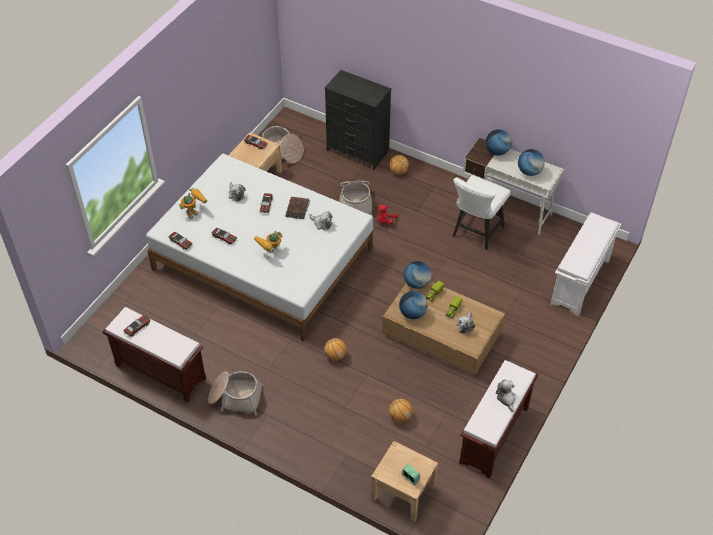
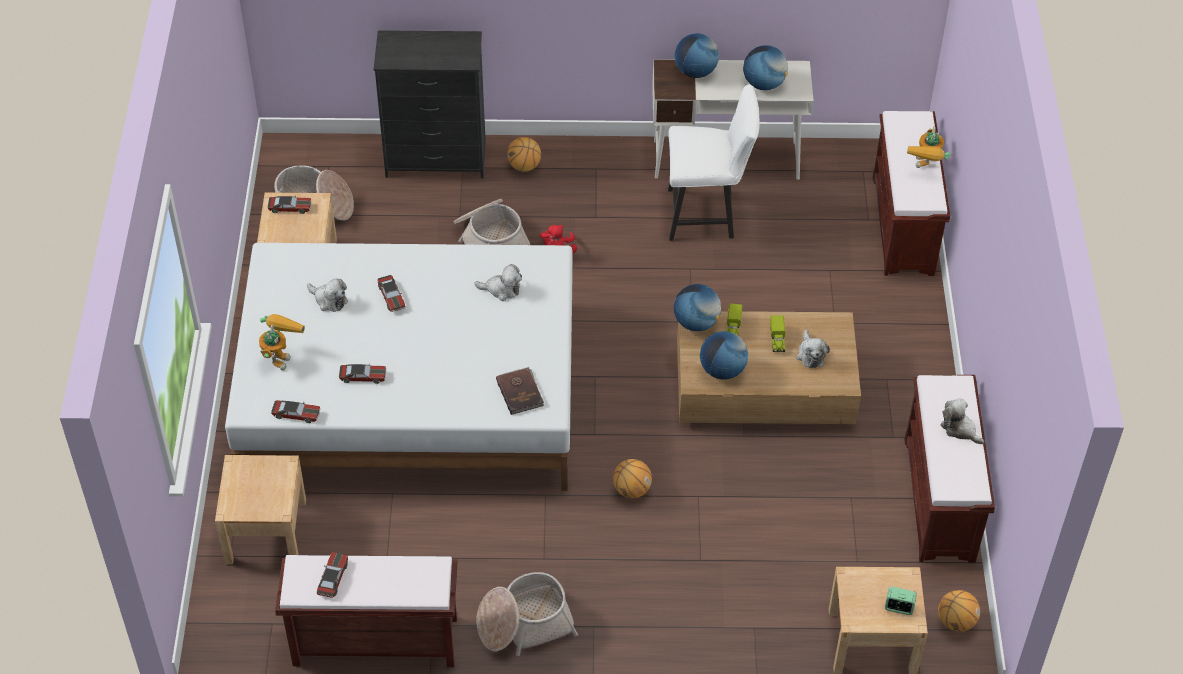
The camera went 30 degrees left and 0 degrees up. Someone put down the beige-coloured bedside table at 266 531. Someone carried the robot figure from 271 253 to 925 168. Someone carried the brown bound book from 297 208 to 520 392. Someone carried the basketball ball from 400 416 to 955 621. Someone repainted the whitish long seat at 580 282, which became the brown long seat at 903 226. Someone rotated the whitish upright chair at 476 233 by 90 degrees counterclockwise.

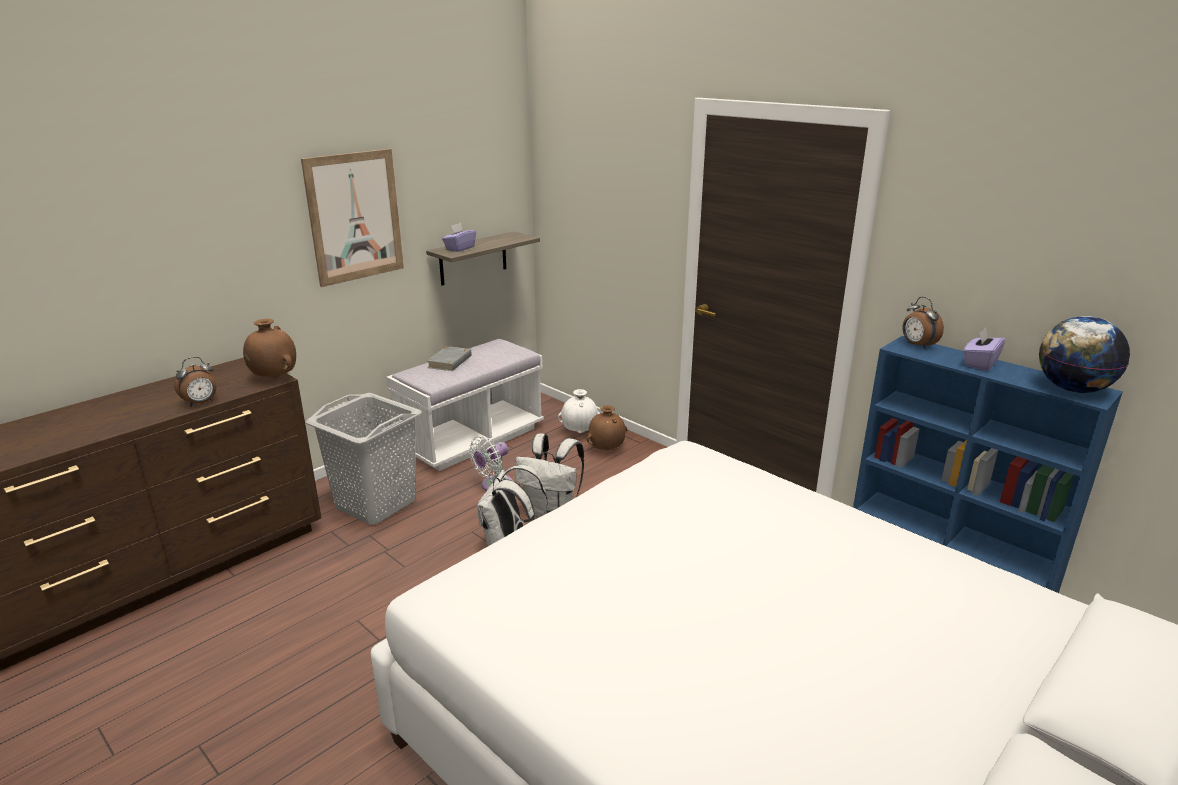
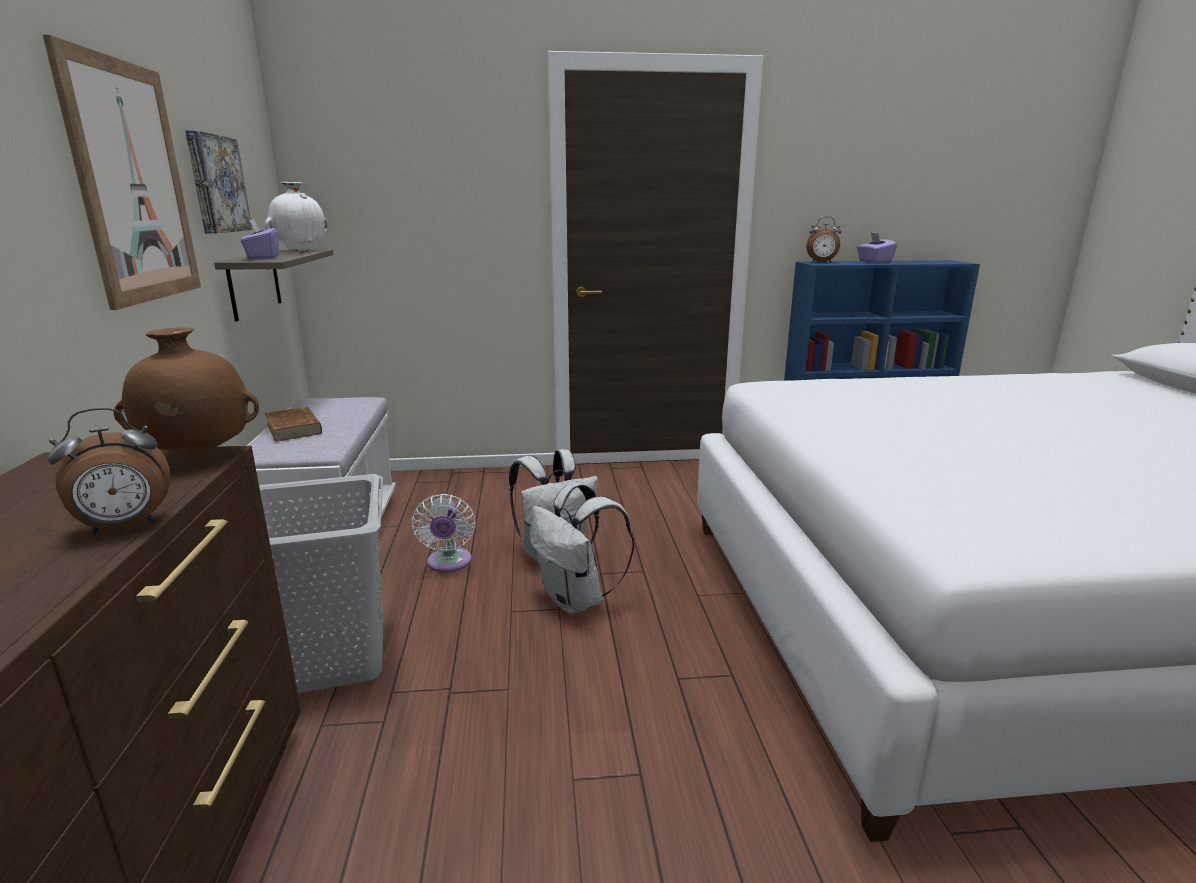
The camera went 50 degrees left and 5 degrees down. Someone took away the brown flower vase at 607 449. Someone took away the globe at 1072 389. Someone put up the wall art at 215 184. Someone carried the whitish flower vase from 580 432 to 301 250. Someone repainted the greyish bound book at 450 362, which became the brown bound book at 294 428. Someone rotated the alarm clock at 201 403 by 60 degrees clockwise.

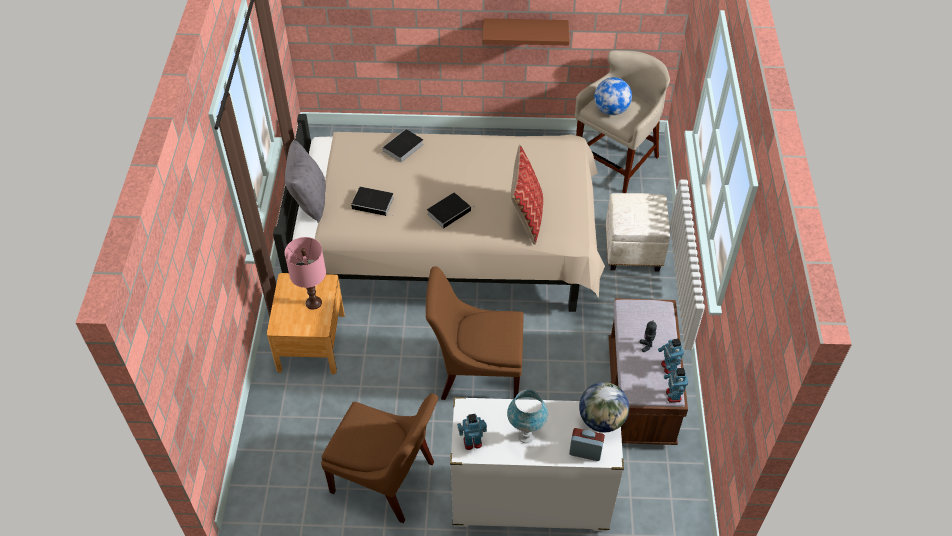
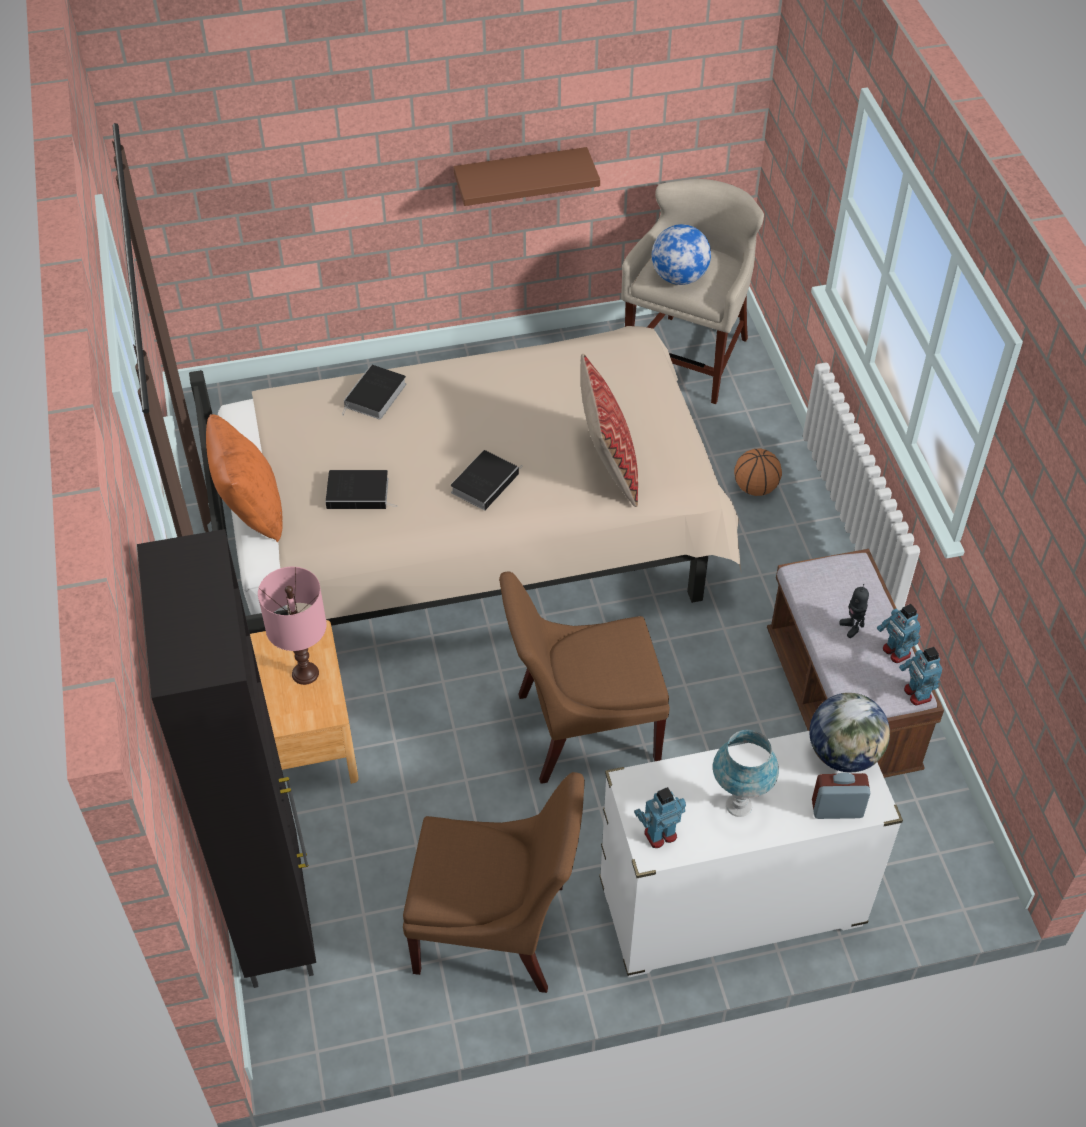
The camera went 15 degrees left and 0 degrees up. Someone put down the black-coloured storage cabinet at 276 915. Someone swapped the whitish footrest at 632 250 for the basketball ball at 755 488. Someone repainted the greyish pillow at 309 200, which became the orange-coloured pillow at 250 509.

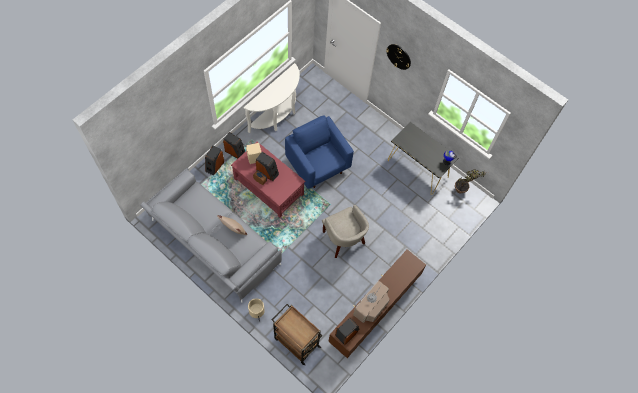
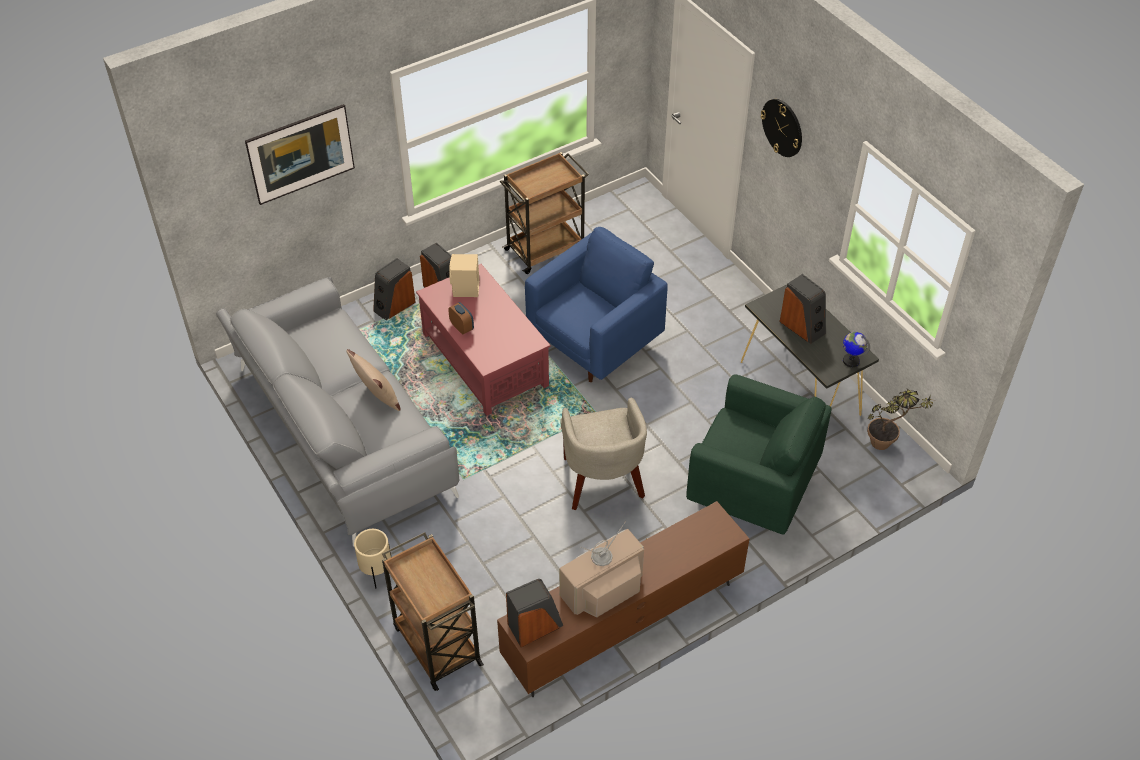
The camera went 20 degrees right and 15 degrees down. Someone put up the wall art at 303 169. Someone put down the greenish lounge chair at 752 489. Someone carried the audio speaker from 267 172 to 802 326. Someone swapped the whitish console table at 277 116 for the brown cart at 545 248. Someone rotated the blue-coloured lounge chair at 317 165 by 60 degrees clockwise.

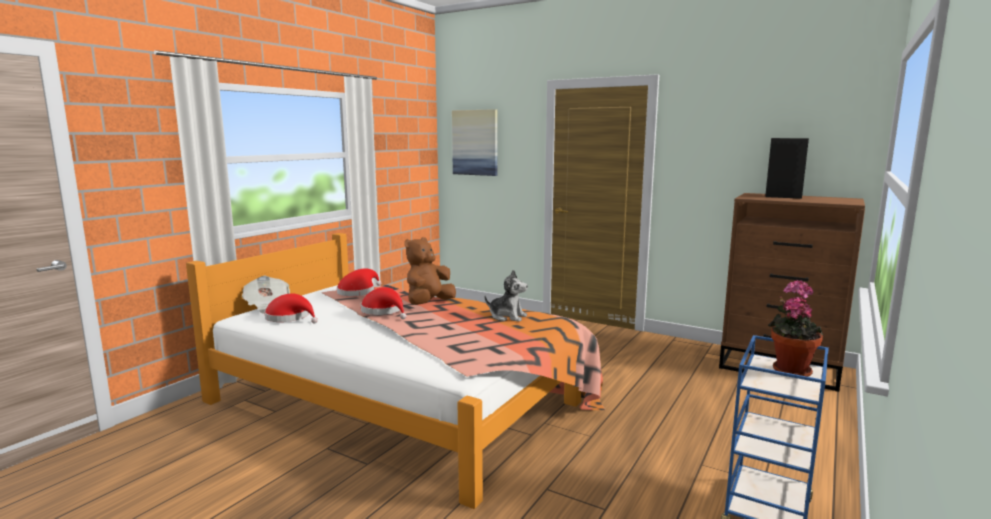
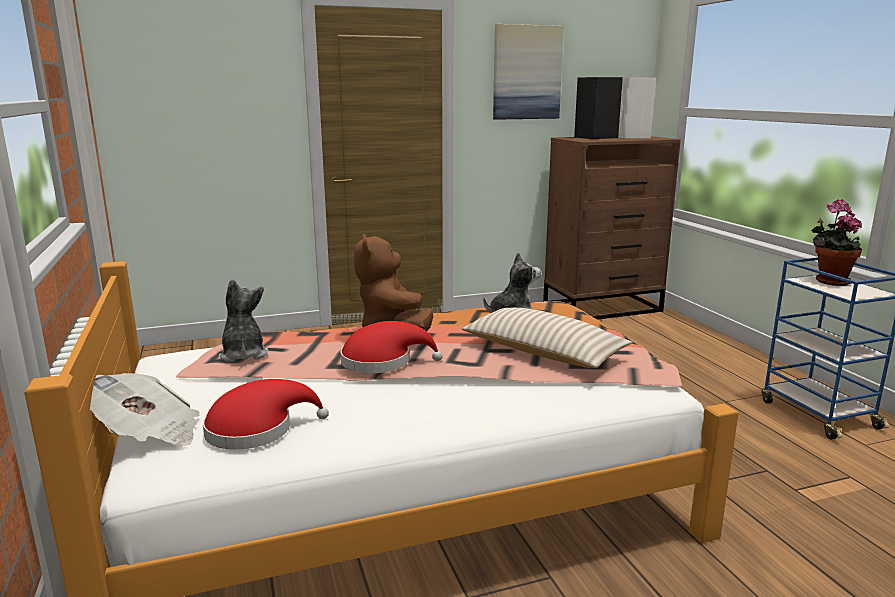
The camera went 50 degrees left and 5 degrees up. Someone put down the beige-coloured pillow at 543 352. Someone put down the whitish audio speaker at 631 137. Someone carried the wall art from 475 142 to 526 73. Someone swapped the reddish wearable hat at 358 292 for the cuddly toy at 243 354.

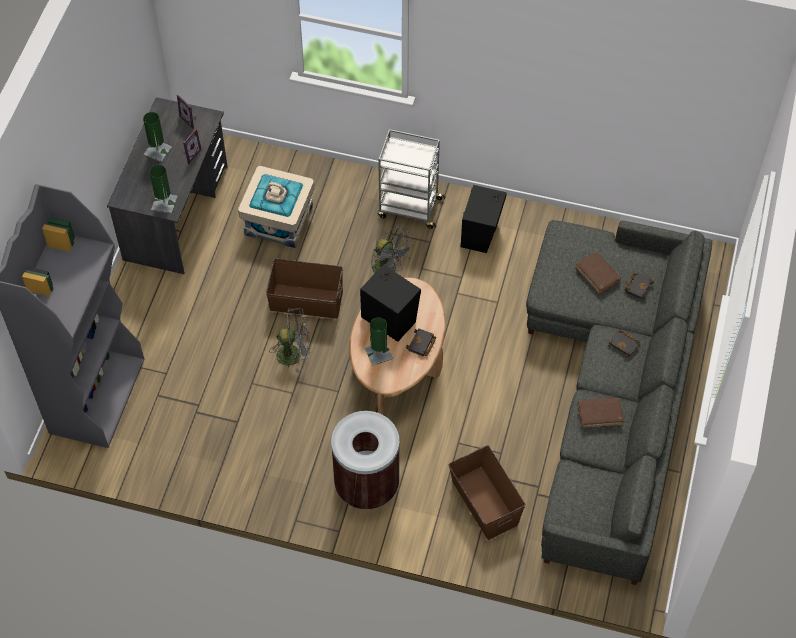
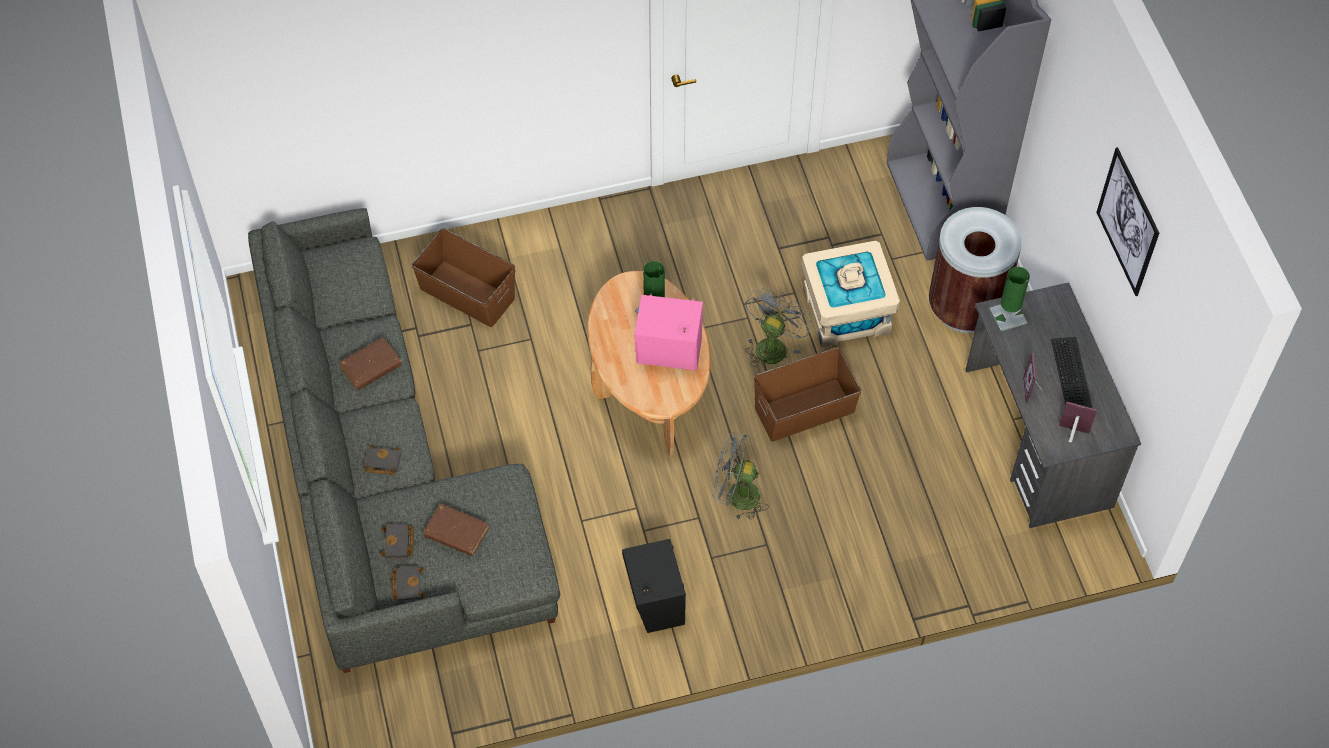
The camera went 150 degrees right and 0 degrees up. Someone took away the greyish cart at 409 208. Someone put up the wall art at 1127 222. Someone carried the beige-coloured storage container from 279 220 to 846 312. Someone carried the brown rubbish bin from 367 485 to 965 307. Someone carried the black-coloured bound book from 421 345 to 406 584. Someone swapped the greenish tabletop lamp at 158 151 for the PC keyboard at 1073 374. Someone repainted the black-coloured audio speaker at 389 317, which became the pinkish audio speaker at 670 354. Someone rotated the greyish fan at 294 354 by 150 degrees clockwise.

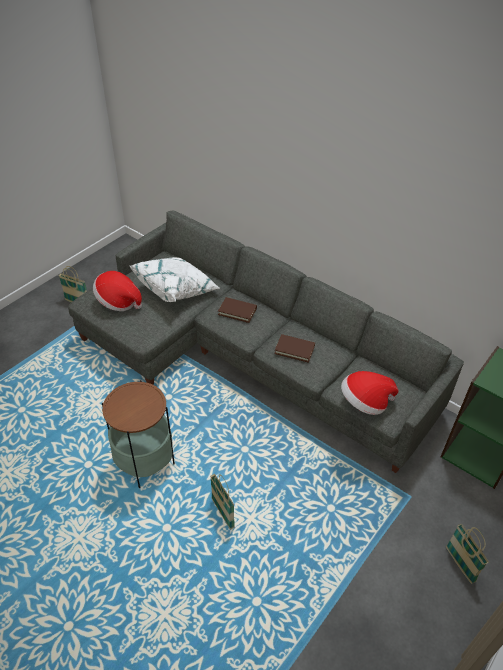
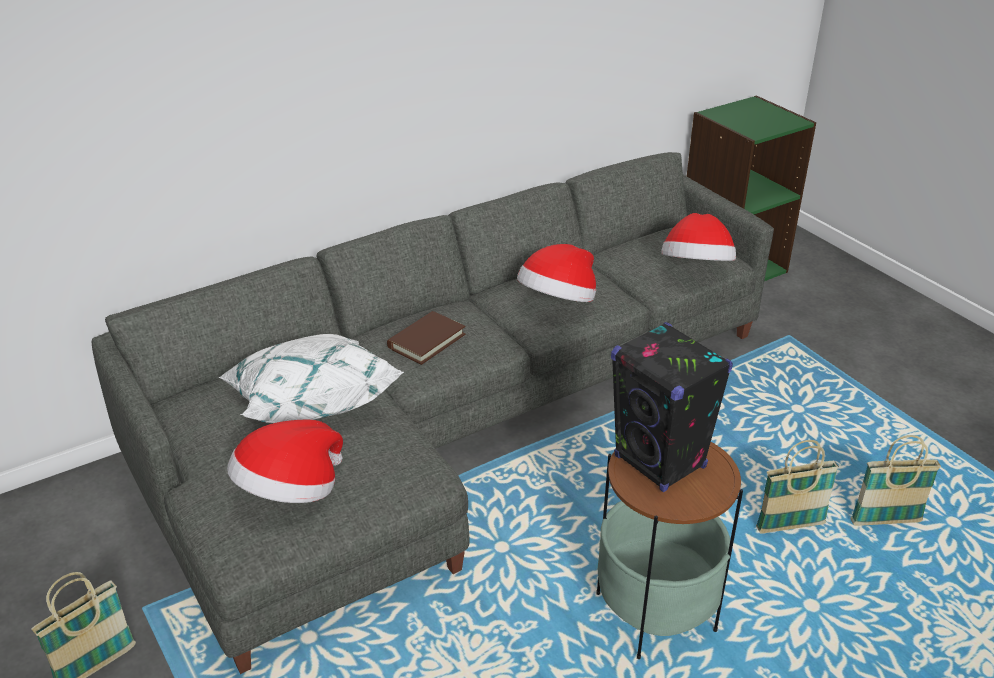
The camera went 70 degrees left and 10 degrees down. Someone put down the black-coloured audio speaker at 660 462. Someone carried the storage basket from 459 564 to 885 522. Someone swapped the brown bound book at 294 349 for the wearable hat at 558 302.

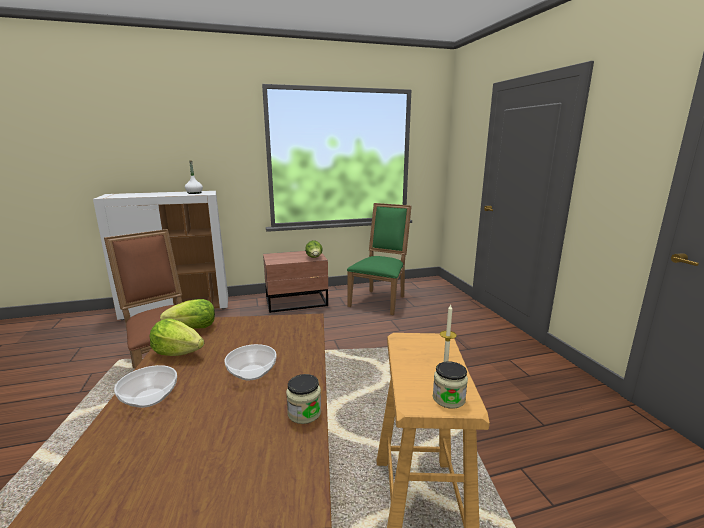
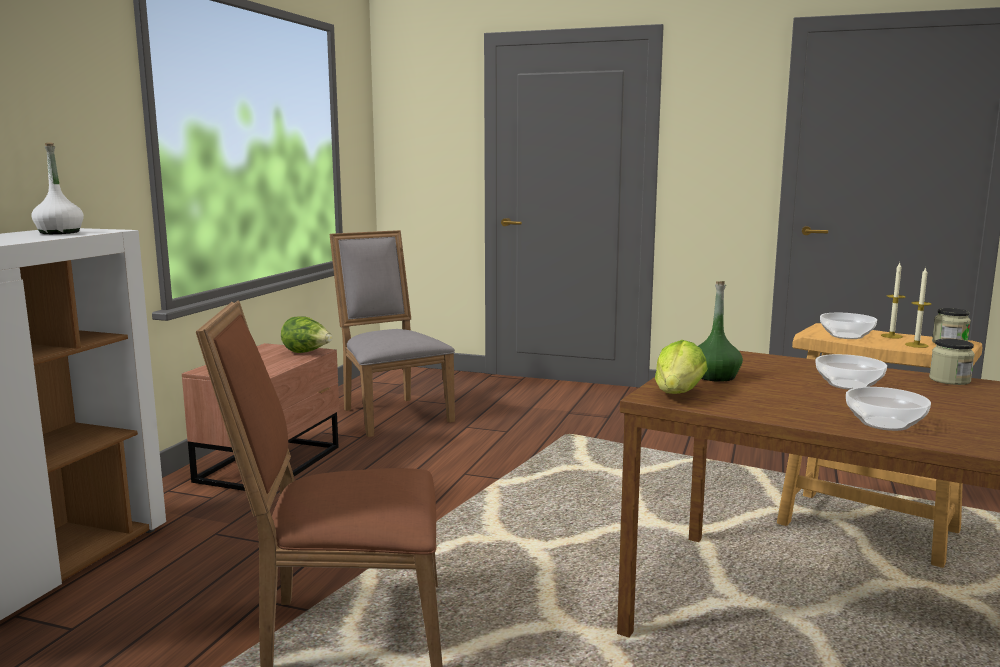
The camera went 55 degrees left and 5 degrees down. Someone took away the lettuce head at 178 353. Someone put down the greenish beverage bottle at 714 376. Someone put down the serving bowl at 847 336. Someone put down the candle at 916 345. Someone repainted the greenish upright chair at 380 300, which became the greyish upright chair at 391 414.

